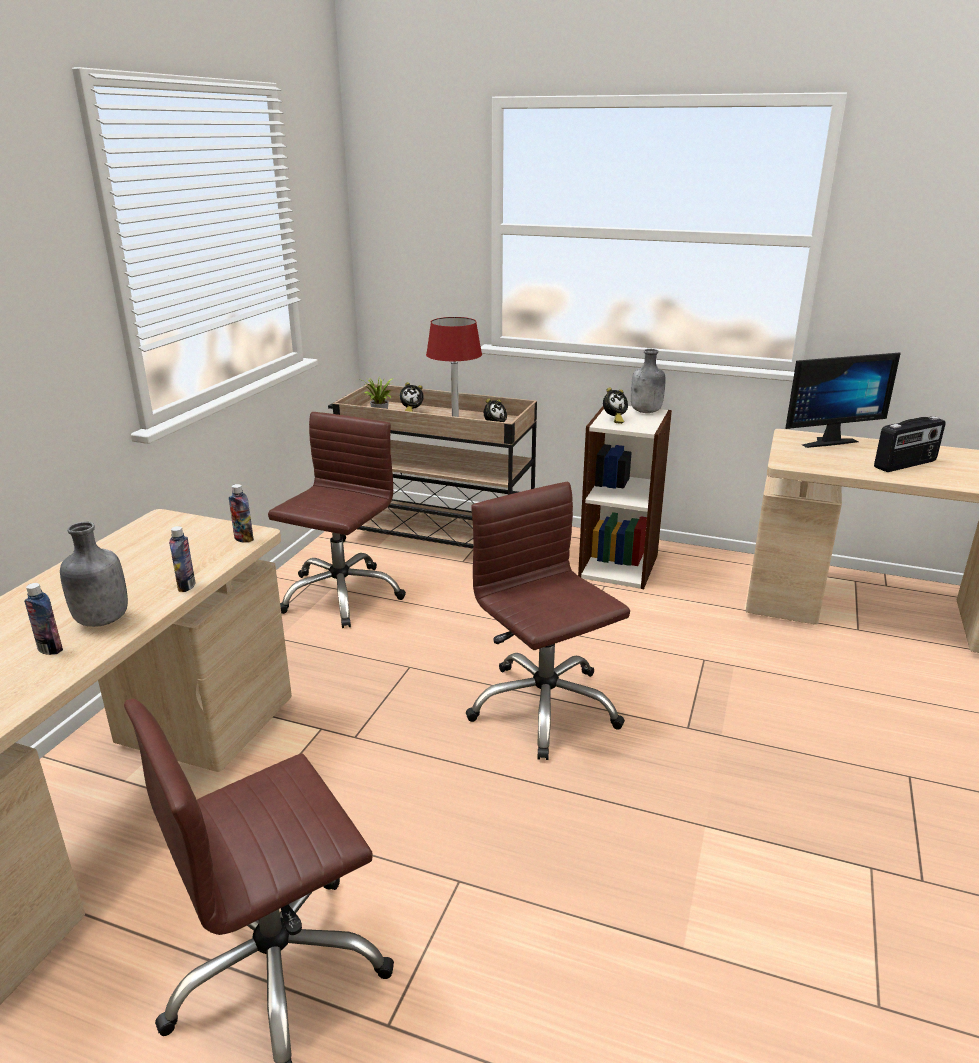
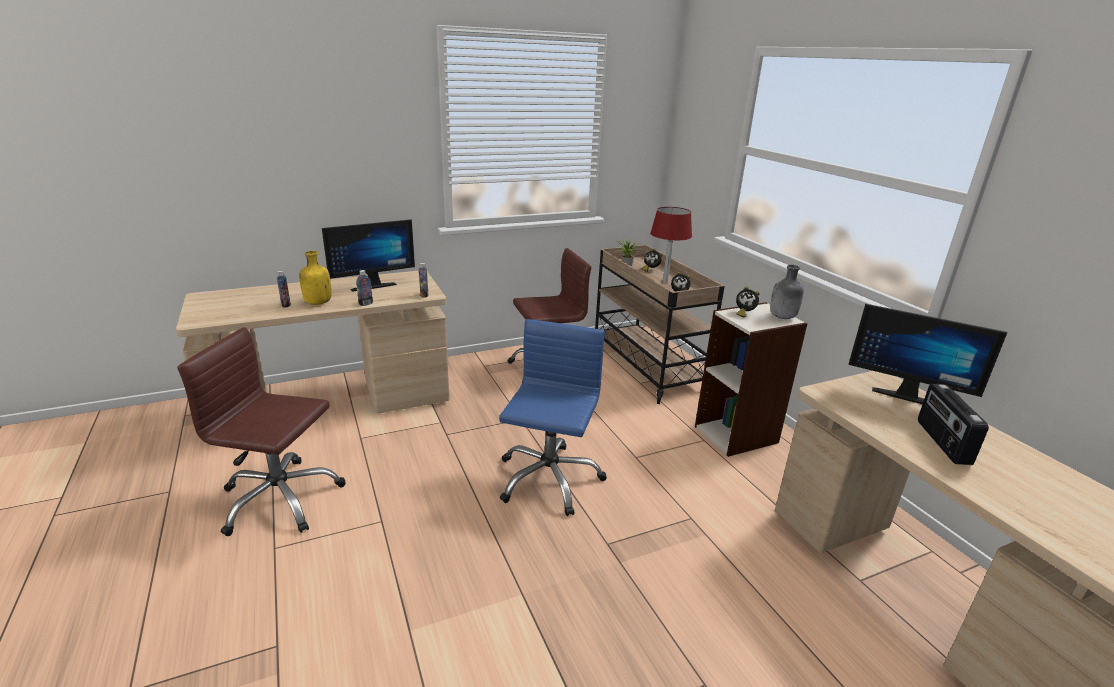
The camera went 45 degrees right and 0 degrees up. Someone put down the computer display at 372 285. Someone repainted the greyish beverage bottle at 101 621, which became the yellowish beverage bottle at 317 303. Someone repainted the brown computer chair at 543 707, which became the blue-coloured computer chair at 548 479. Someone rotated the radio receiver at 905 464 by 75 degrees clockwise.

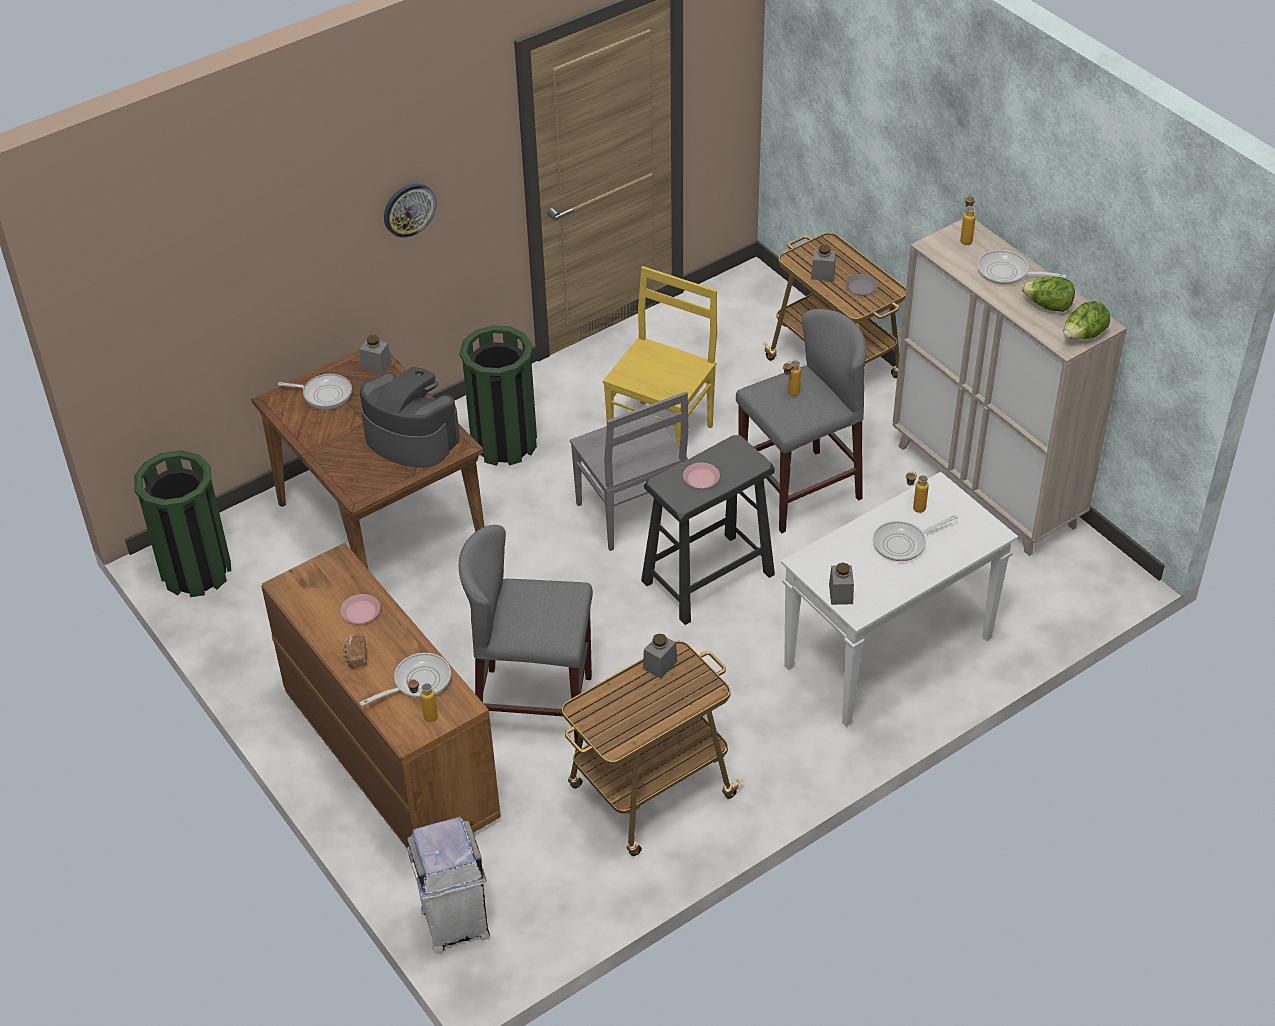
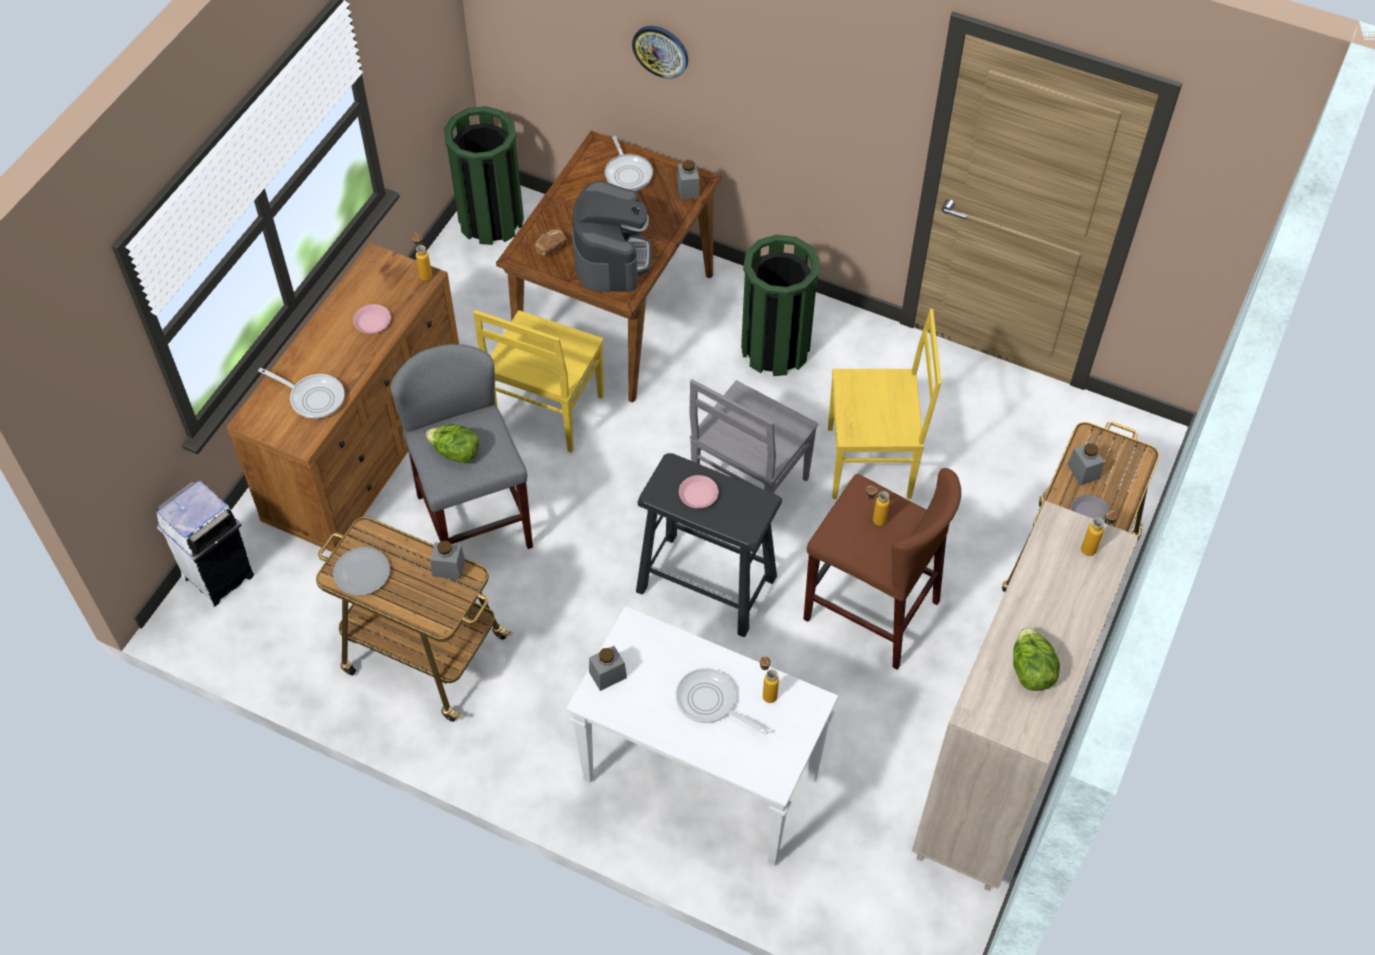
The camera went 60 degrees right and 10 degrees up. Someone took away the frying pan at 1007 273. Someone put down the dinner plate at 362 572. Someone put down the yellowish upright chair at 547 413. Someone carried the baked bread from 355 657 to 550 248. Someone carried the hanging clock from 409 209 to 661 51. Someone carried the beverage bottle from 424 716 to 424 273. Someone carried the lettuce head from 1083 336 to 455 453. Someone repainted the greyish stool at 799 491, which became the brown stool at 871 610.

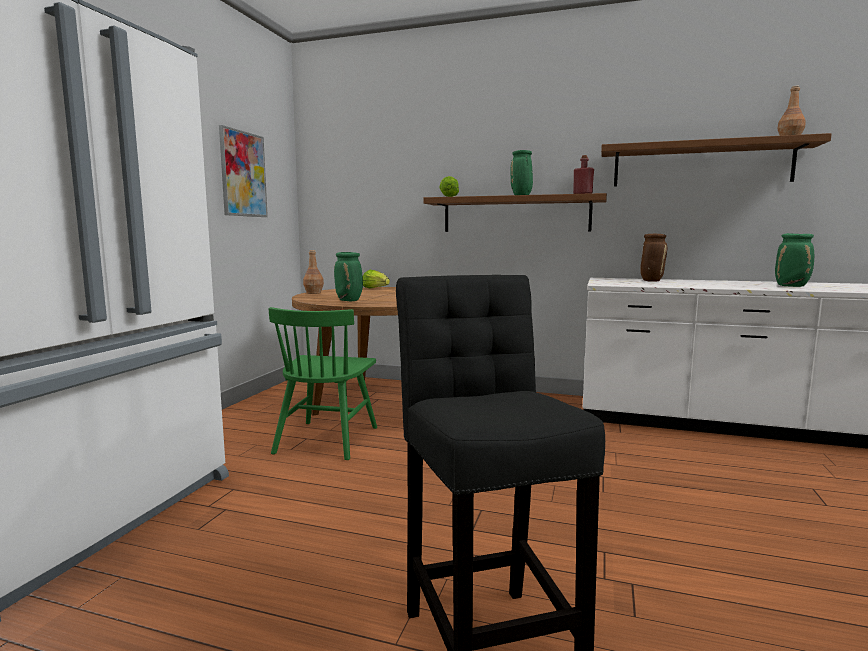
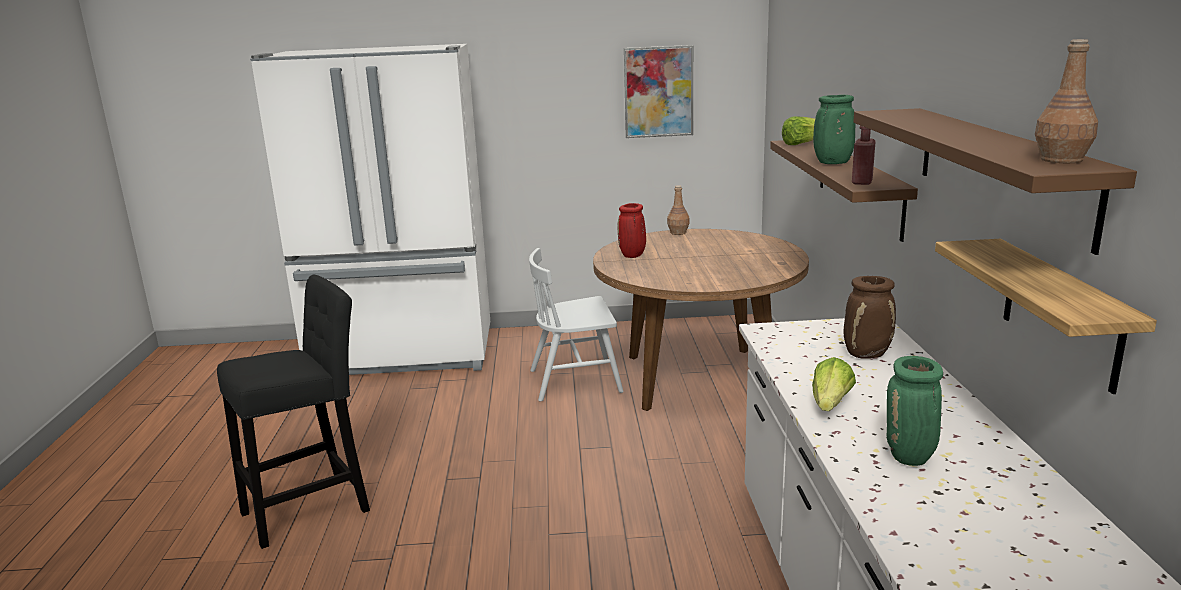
The camera went 70 degrees right and 10 degrees up. Someone put up the shelf at 1061 313. Someone carried the lettuce head from 375 289 to 830 404. Someone repainted the greenish upright chair at 326 440, which became the whitish upright chair at 576 381. Someone repainted the greenish flower vase at 349 301, which became the reddish flower vase at 632 256.

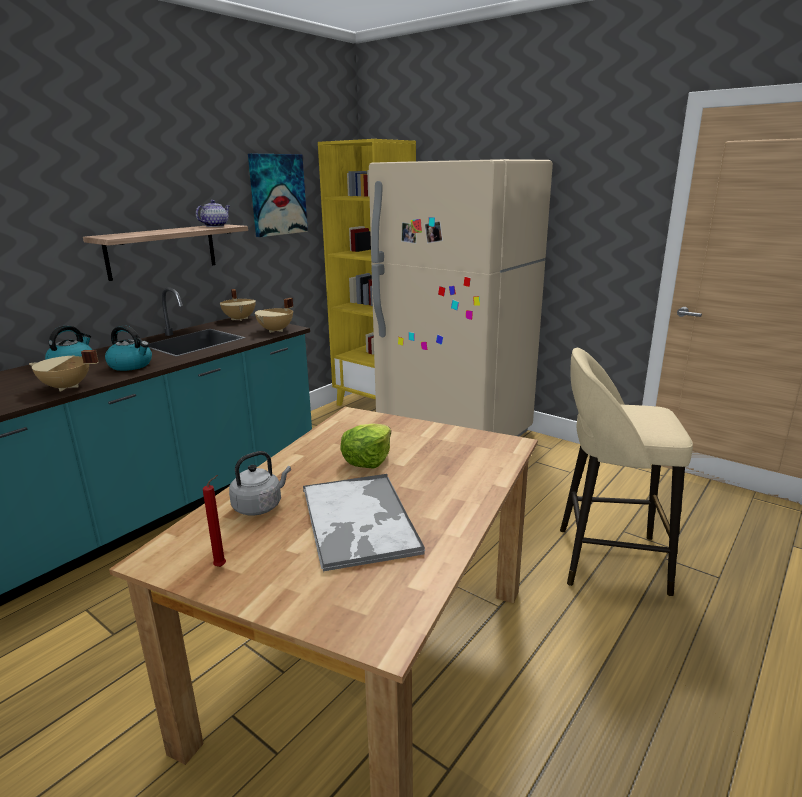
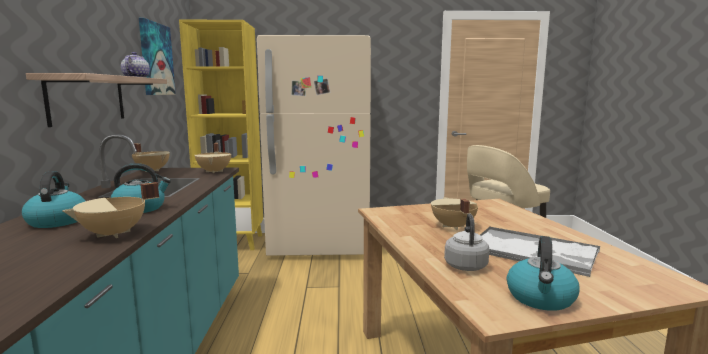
The camera went 40 degrees left and 10 degrees down. Someone swapped the reddish candle at 222 566 for the water kettle at 541 298. Someone swapped the lettuce head at 367 460 for the beige-coloured cooking pot at 452 226.

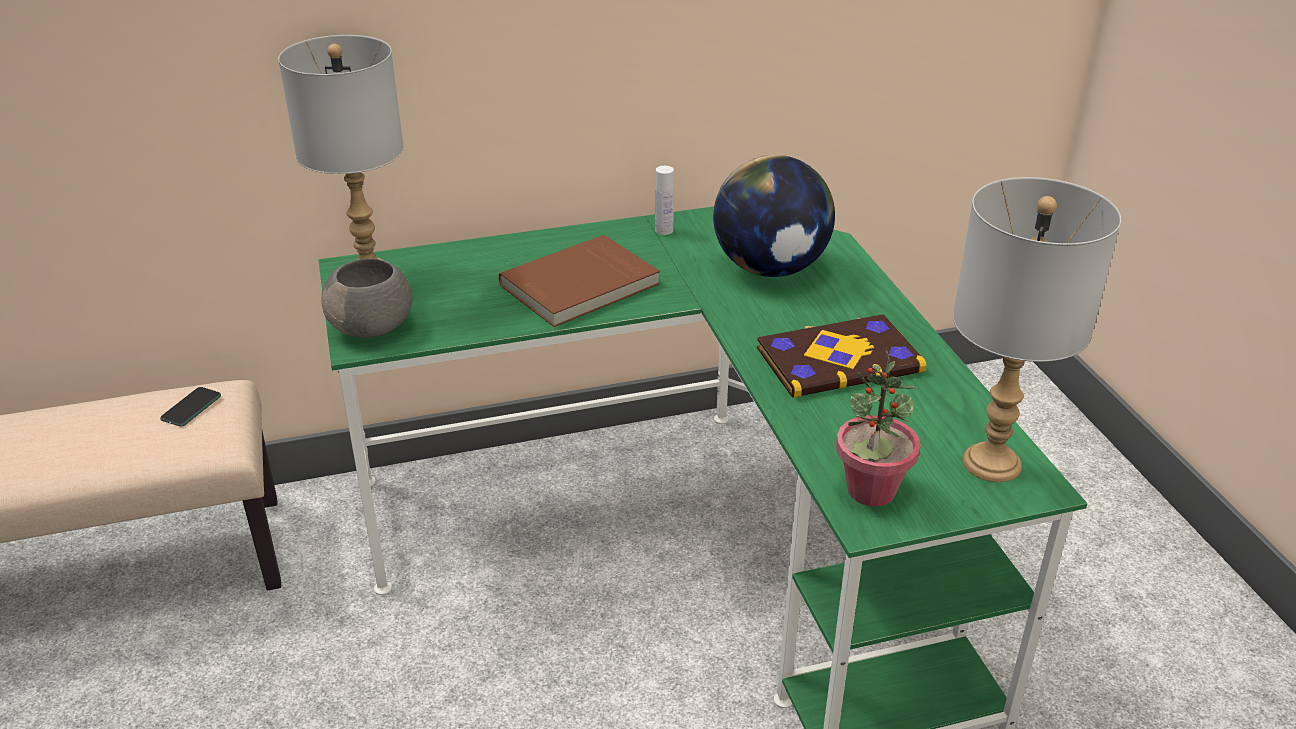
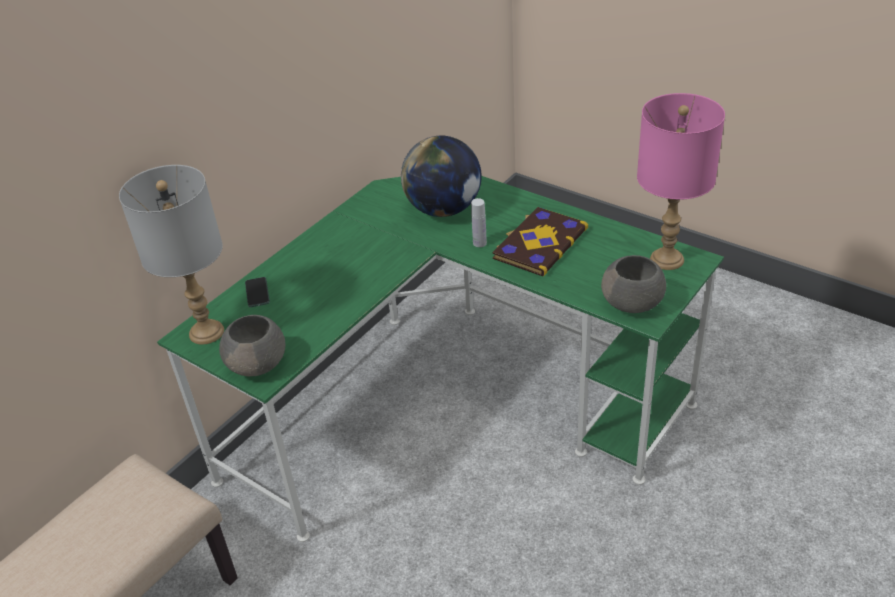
The camera went 35 degrees left and 5 degrees up. Someone took away the brown bound book at 581 286. Someone carried the telephone from 191 408 to 257 293. Someone carried the whitish beverage bottle from 664 230 to 479 243. Someone swapped the houseplant at 871 490 for the greyish serving bowl at 633 303. Someone repainted the greyish tabletop lamp at 993 463, which became the pinkish tabletop lamp at 667 259.

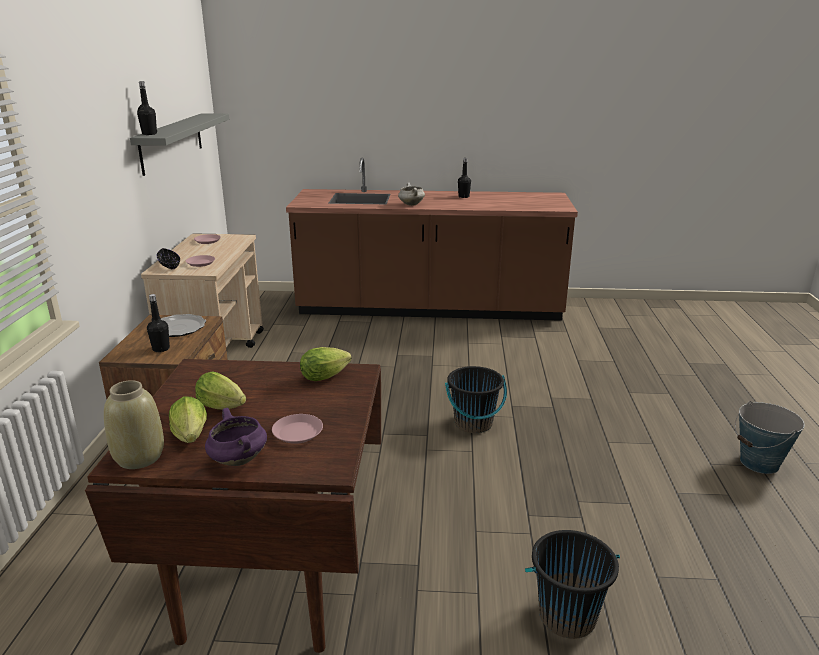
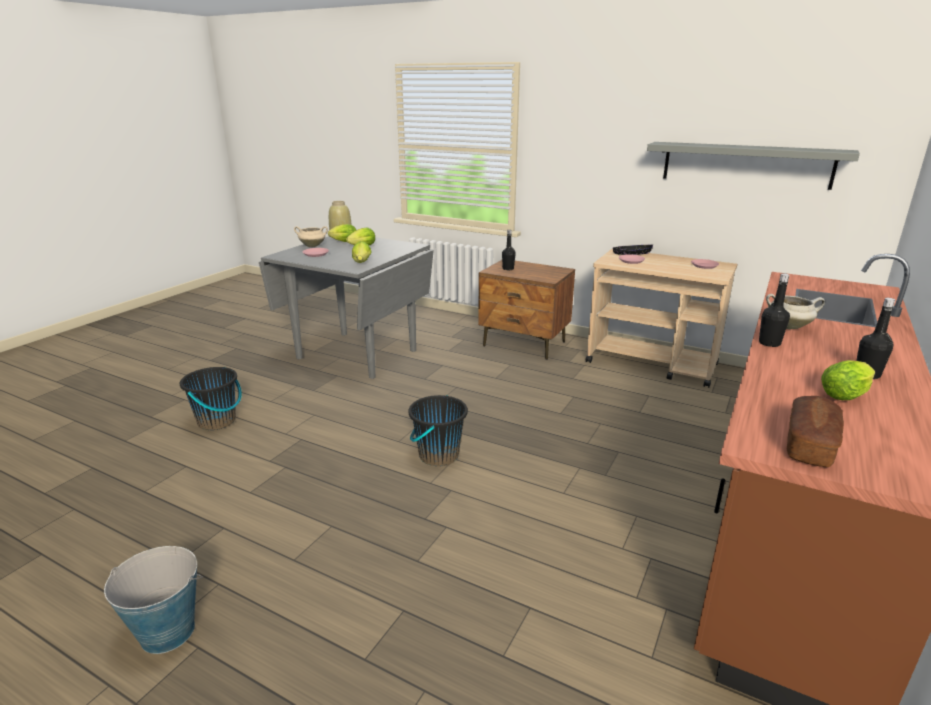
The camera went 115 degrees right and 0 degrees up. Someone took away the dinner plate at 179 328. Someone put down the baked bread at 809 444. Someone put down the lettuce head at 846 395. Someone carried the black-coloured beverage bottle from 149 134 to 769 343. Someone repainted the brown kitchen table at 274 577, which became the greyish kitchen table at 356 354. Someone repainted the purplish cooking pot at 237 460, which became the beige-coloured cooking pot at 313 246.

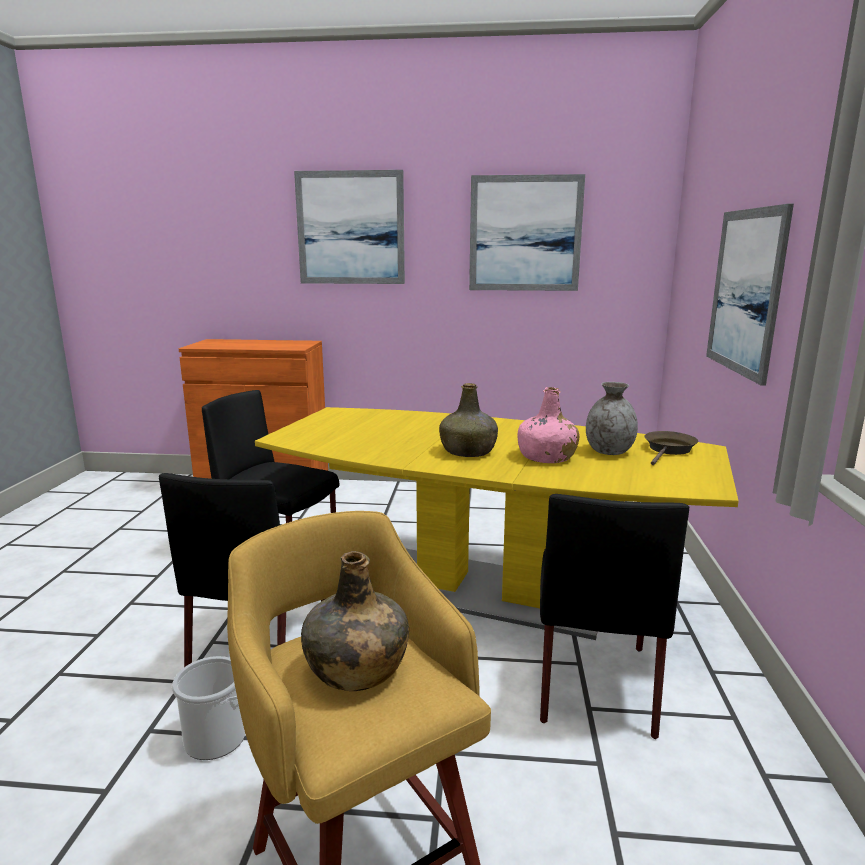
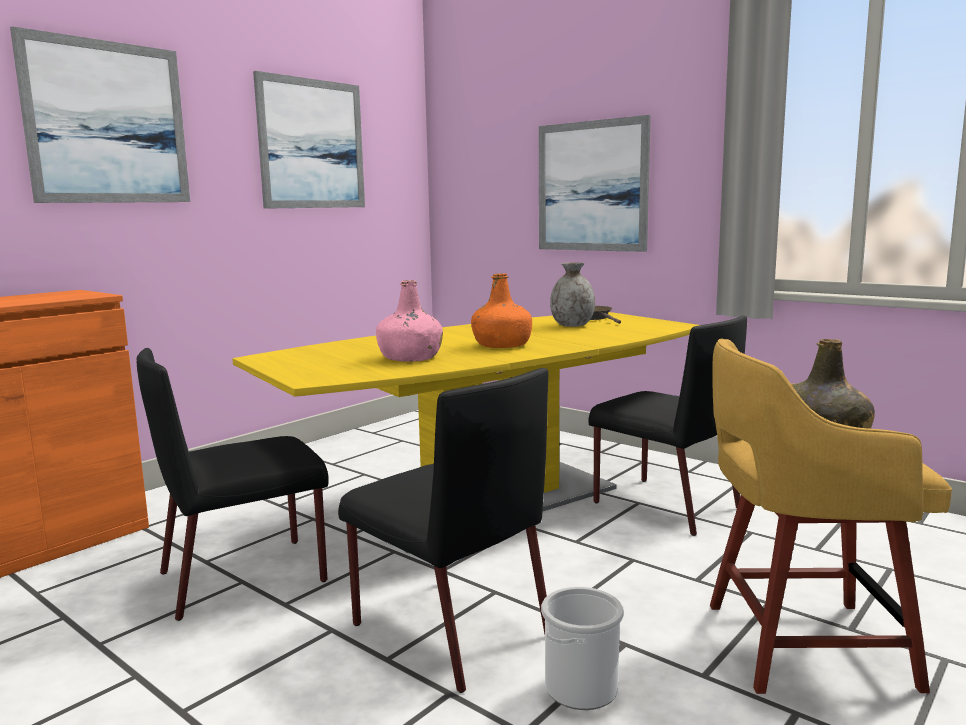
The camera went 55 degrees left and 5 degrees down. Someone carried the pinkish beverage bottle from 546 457 to 410 358. Someone repainted the greenish beverage bottle at 468 451, which became the orange-coloured beverage bottle at 502 345.

